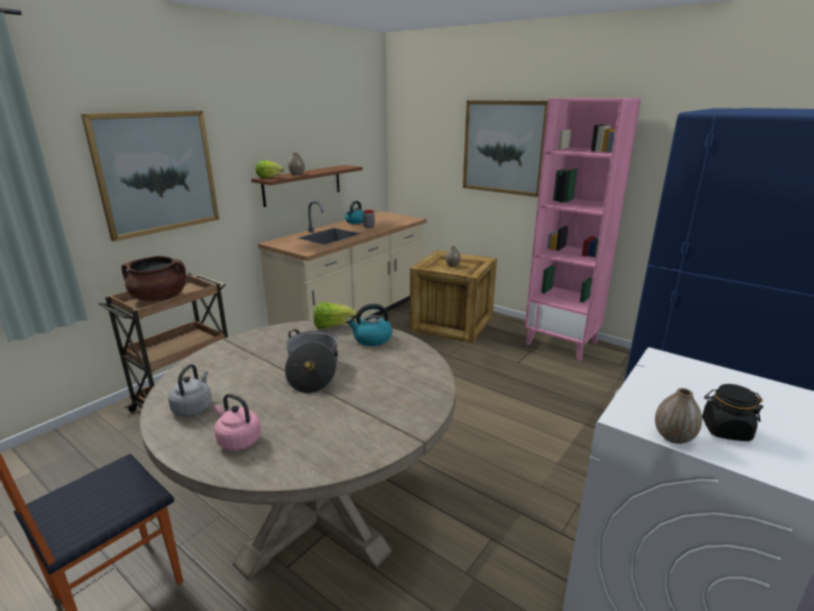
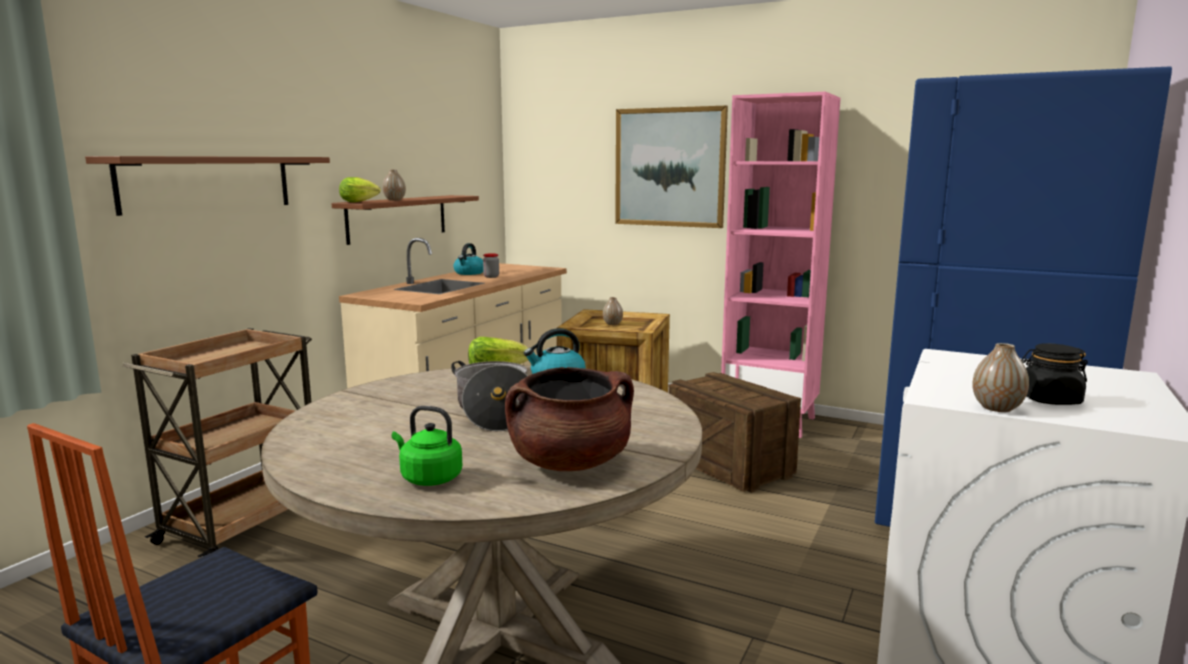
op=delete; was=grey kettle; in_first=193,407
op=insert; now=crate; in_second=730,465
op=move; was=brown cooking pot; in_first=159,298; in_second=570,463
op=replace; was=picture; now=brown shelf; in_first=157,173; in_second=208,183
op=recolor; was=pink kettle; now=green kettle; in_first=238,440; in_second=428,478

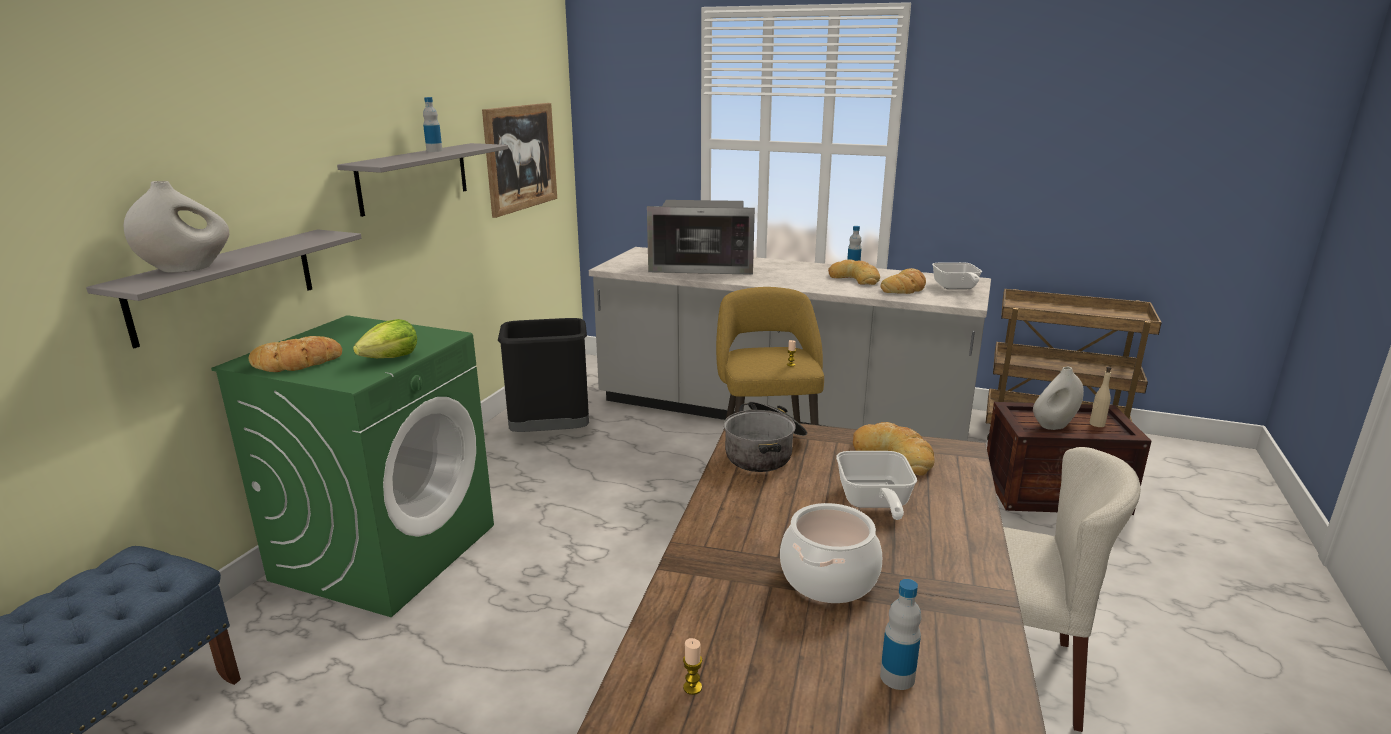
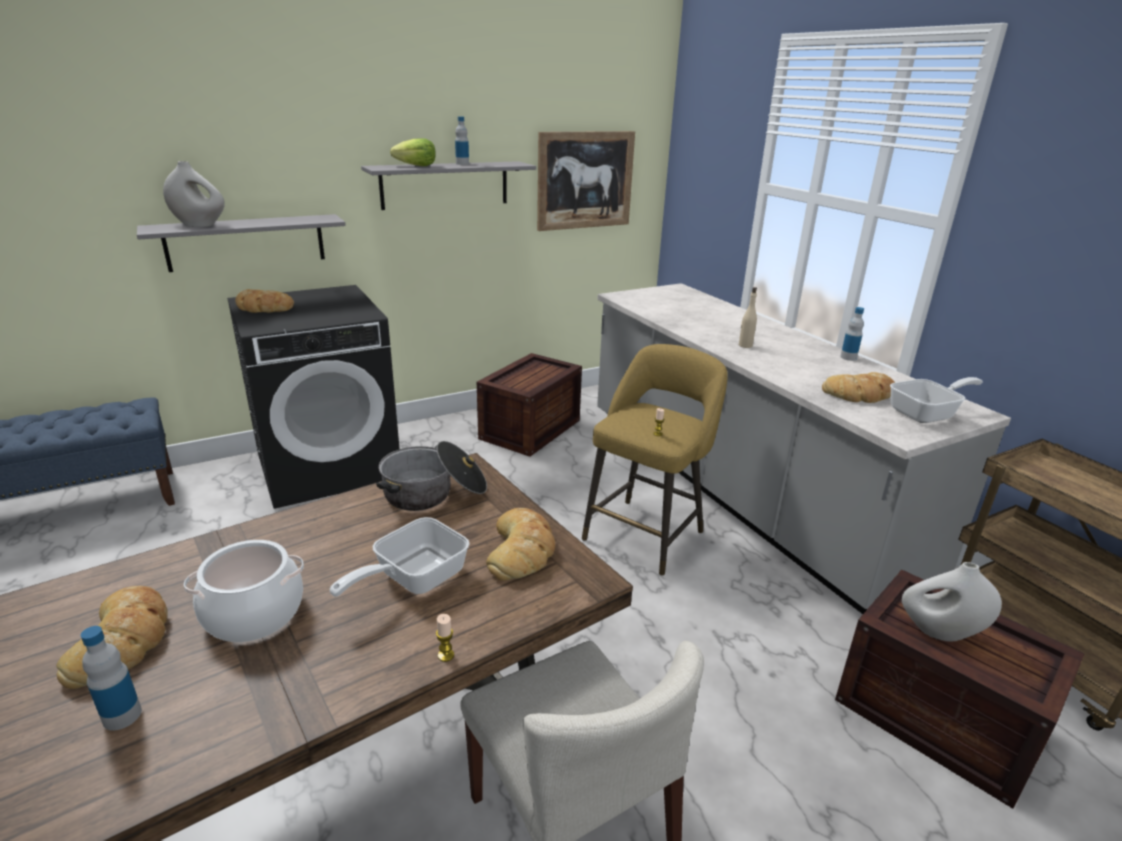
op=delete; was=microwave; in_first=702,266
op=move; was=lettuce; in_first=391,358; in_second=416,166
op=move; was=candle; in_first=692,687; in_second=446,655
op=move; was=bread; in_first=855,278; in_second=124,641
op=move; was=beige bottle; in_first=1096,424; in_second=745,345
op=replace; was=black trash can; now=crate; in_first=551,433; in_second=531,429
op=recolor; was=green washing machine; now=black washing machine; in_first=386,551; in_second=329,466
op=rotate; was=frying pan; in_first=955,288; in_second=927,414; clockwise=-150

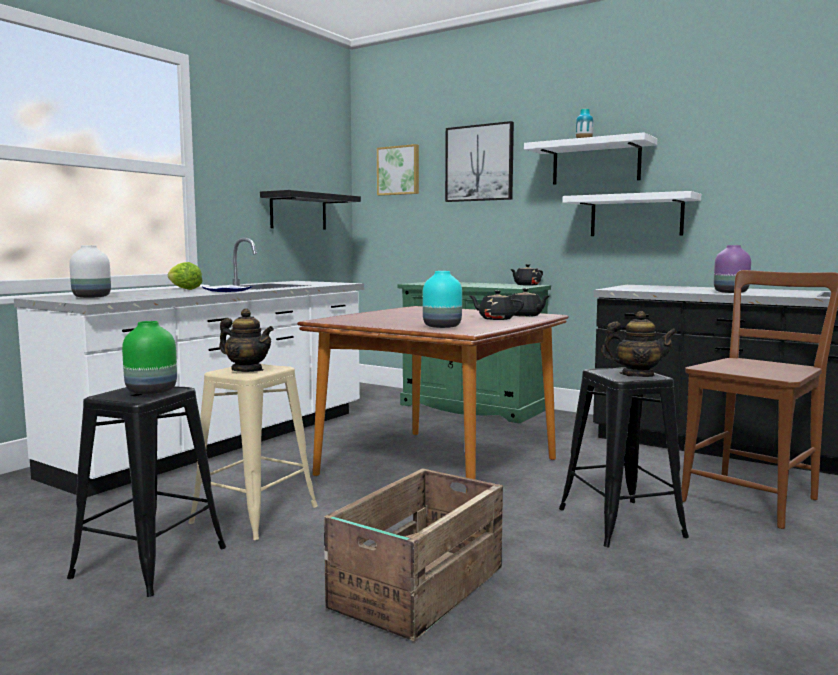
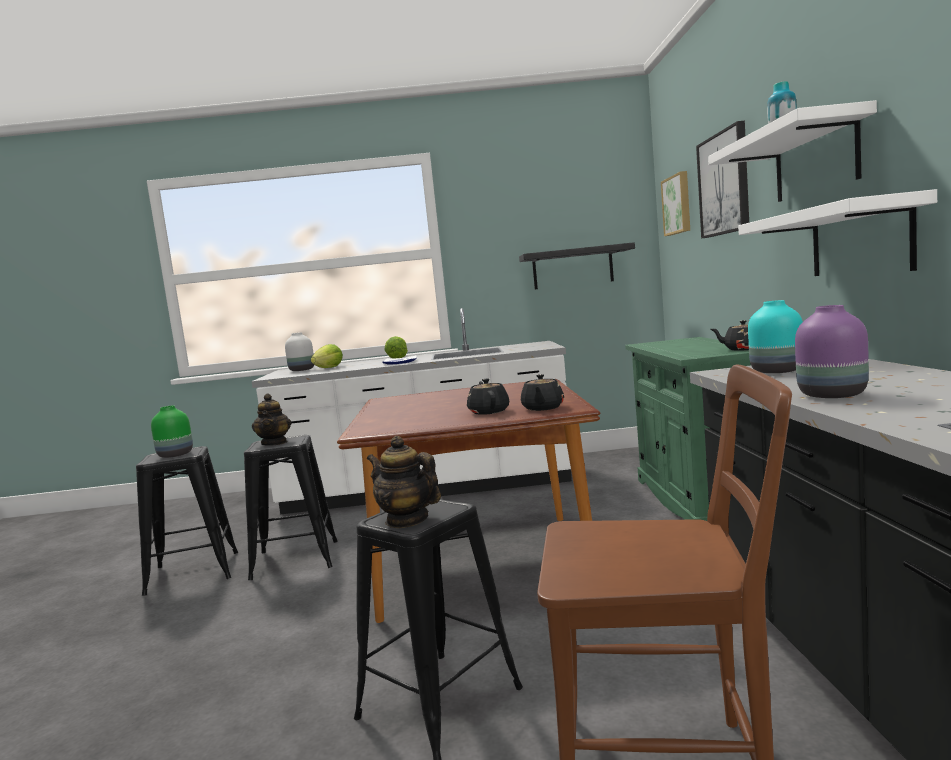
op=delete; was=crate; in_first=416,588
op=insert; now=lettuce; in_second=328,368
op=move; was=turquoise vase; in_first=442,327; in_second=778,371
op=recolor; was=beige stool; now=black stool; in_first=254,515; in_second=294,560
op=rotate; was=teapot; in_first=637,375; in_second=407,520; clockwise=150

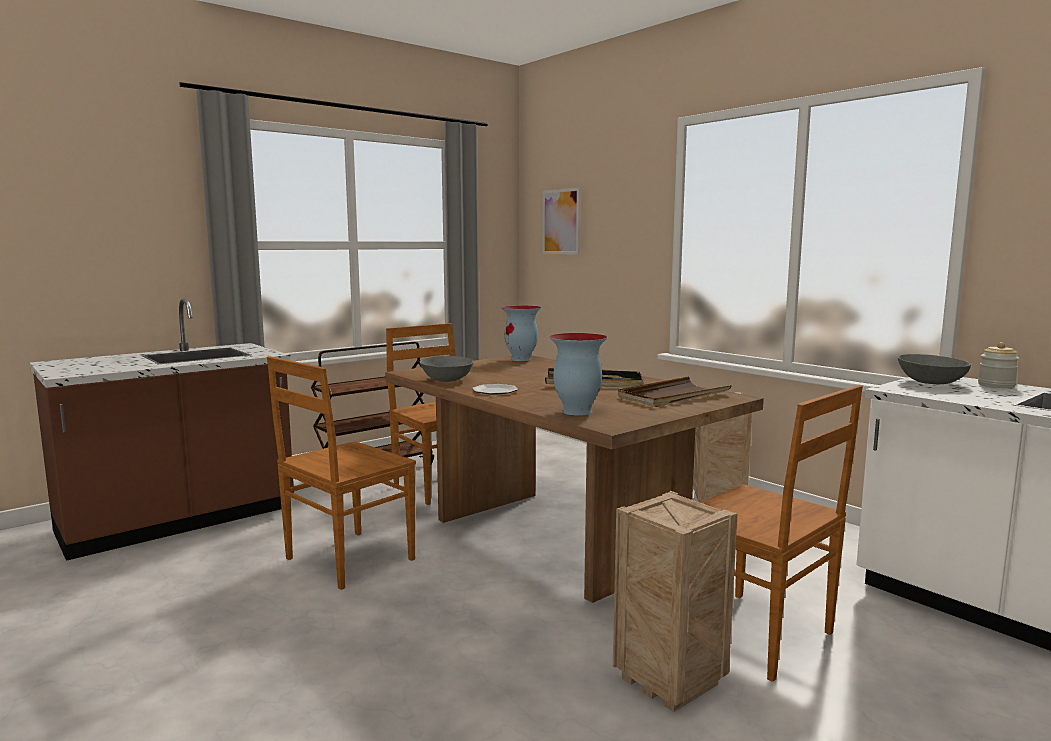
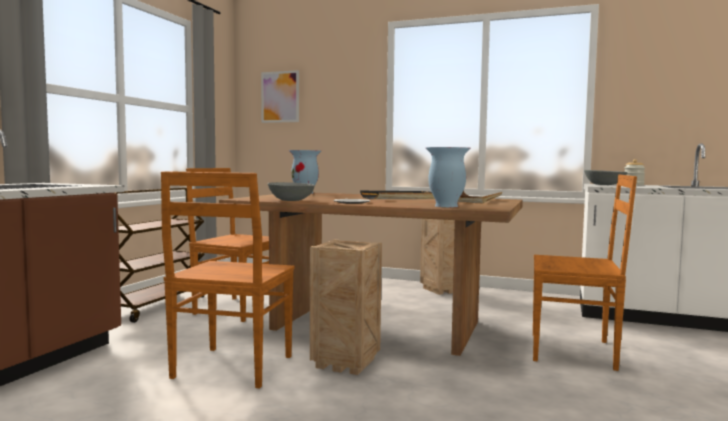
op=move; was=crate; in_first=672,682; in_second=347,363

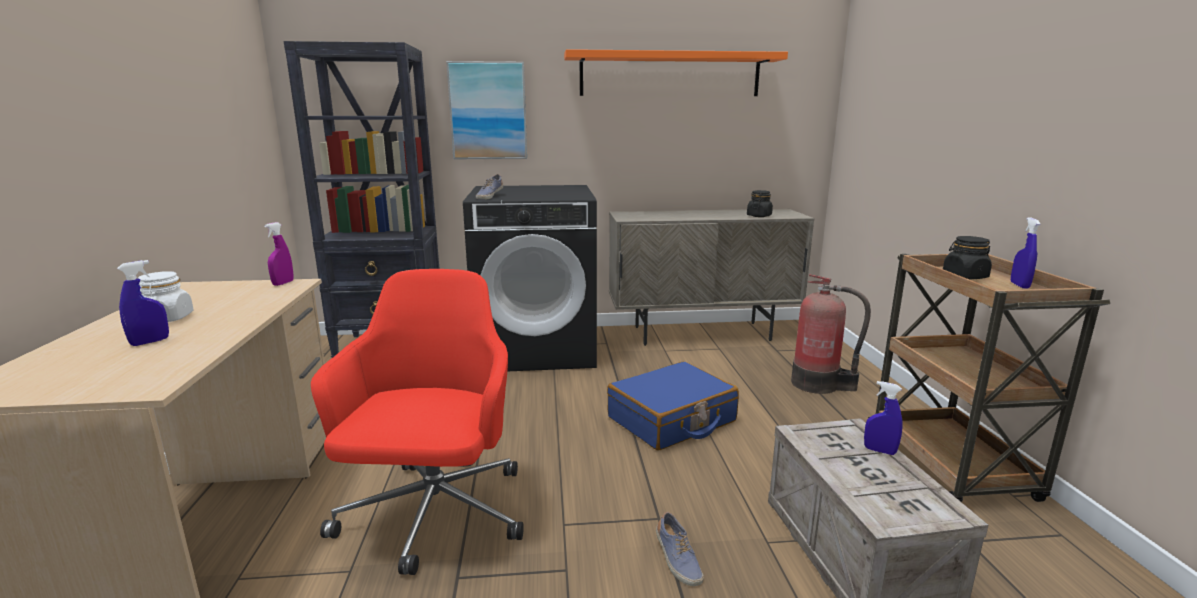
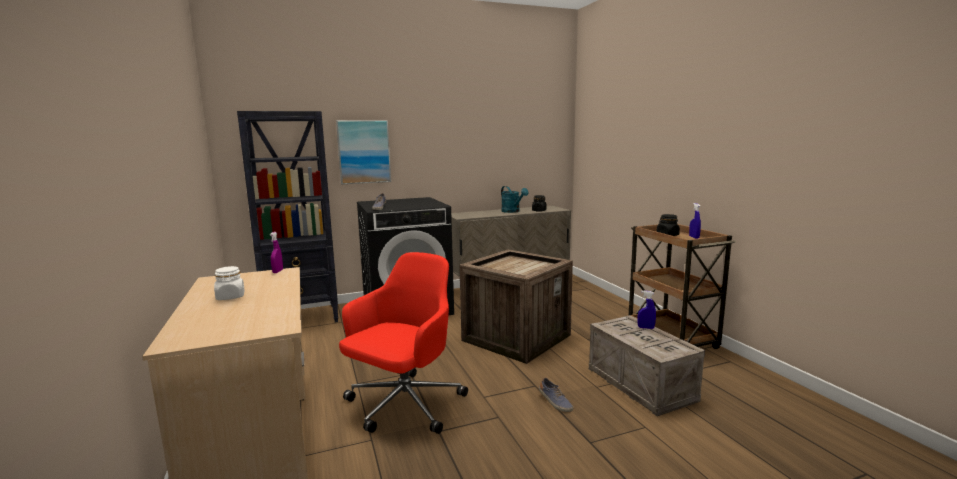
op=delete; was=blue spray bottle; in_first=150,342
op=delete; was=orange shelf; in_first=670,75
op=delete; was=fire extinguisher; in_first=818,384
op=insert; now=turquoise watering can; in_second=512,211
op=replace; was=blue suitcase; now=crate; in_first=672,420; in_second=516,337
op=rotate; was=red office chair; in_first=434,516; in_second=404,405; clockwise=45

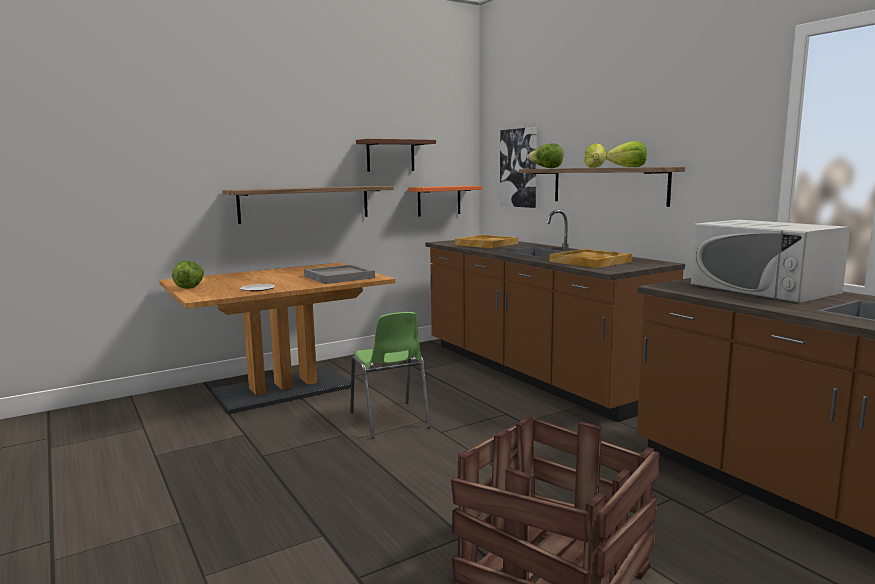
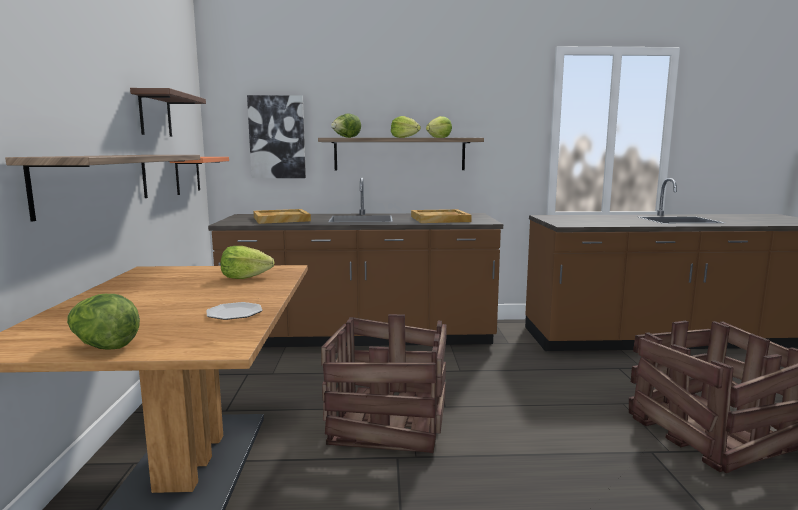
op=delete; was=white microwave; in_first=763,288
op=replace; was=grey tray; now=lettuce; in_first=339,277; in_second=245,277
op=replace; was=green chair; now=crate; in_first=389,420; in_second=388,422

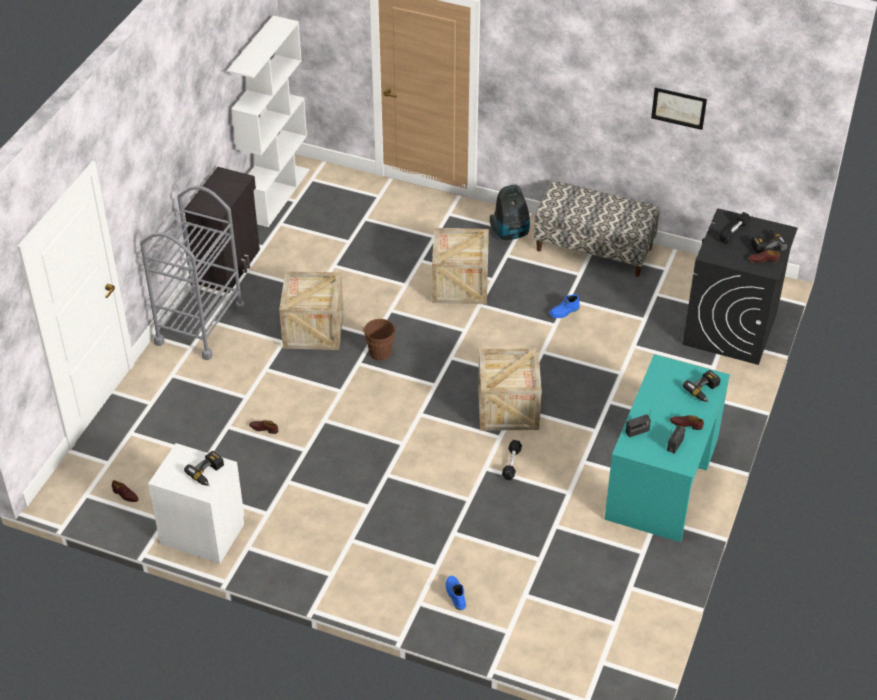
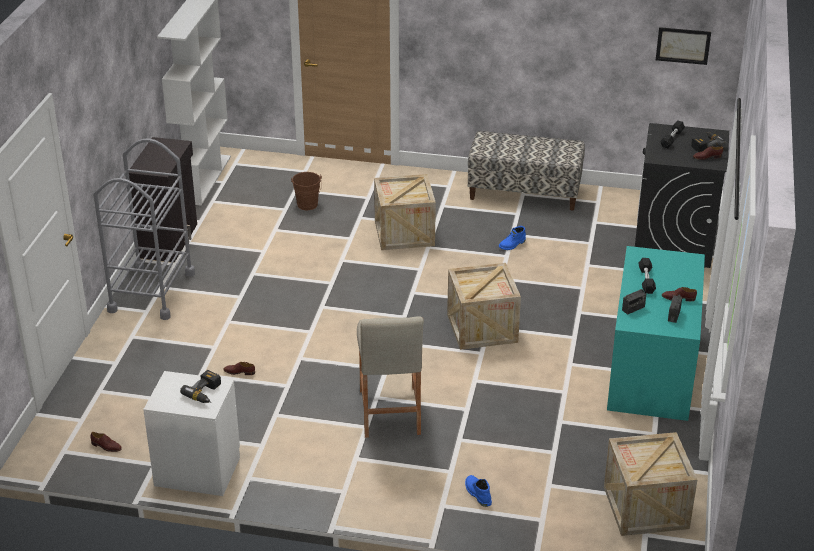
op=delete; was=vacuum cleaner; in_first=511,233
op=delete; was=power drill; in_first=704,391
op=insert; now=beige stool; in_second=390,412
op=move; was=crate; in_first=313,329; in_second=646,507
op=move; was=brown bucket; in_first=380,354; in_second=307,206
op=move; was=black dumbbell; in_first=511,463; in_second=646,280
op=move; was=picture; in_first=678,108; in_second=683,45

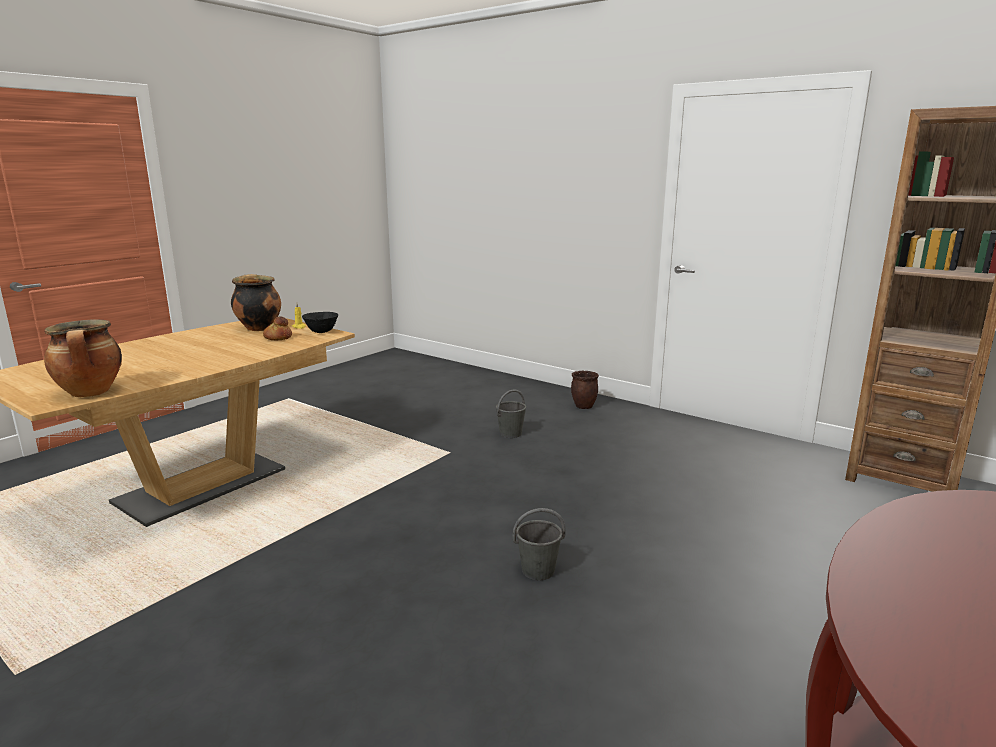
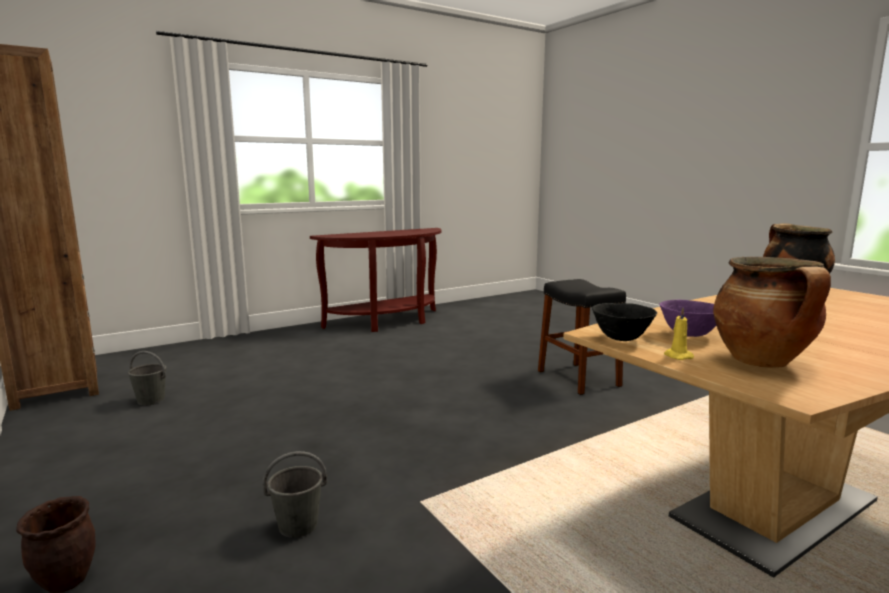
op=insert; now=black stool; in_second=578,378
op=move; was=grey bucket; in_first=539,570; in_second=150,400
op=replace; was=bread; now=purple bowl; in_first=277,338; in_second=688,334

